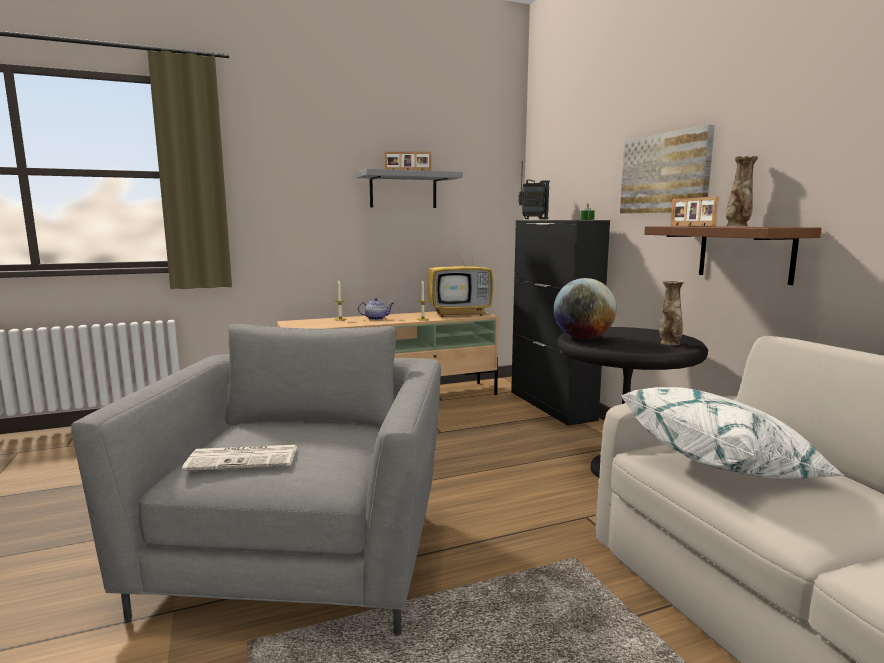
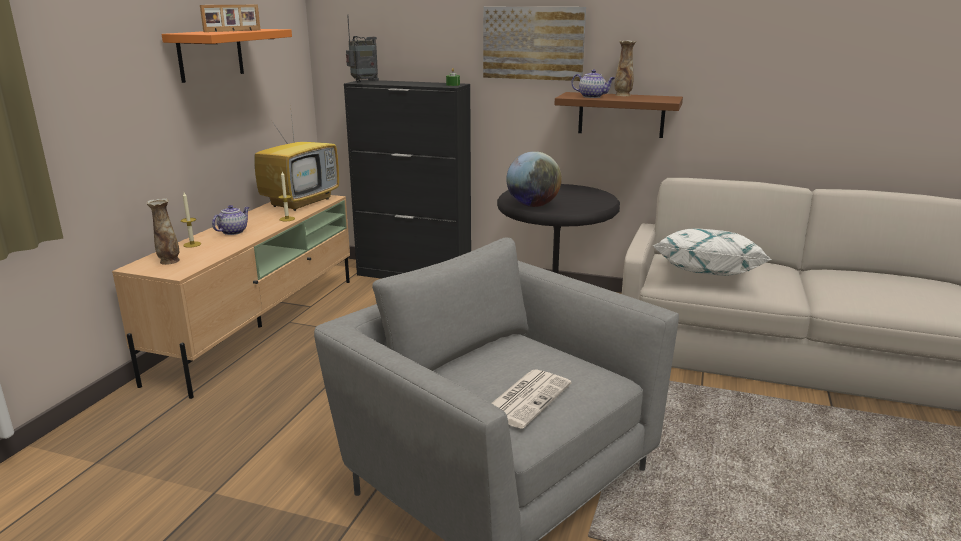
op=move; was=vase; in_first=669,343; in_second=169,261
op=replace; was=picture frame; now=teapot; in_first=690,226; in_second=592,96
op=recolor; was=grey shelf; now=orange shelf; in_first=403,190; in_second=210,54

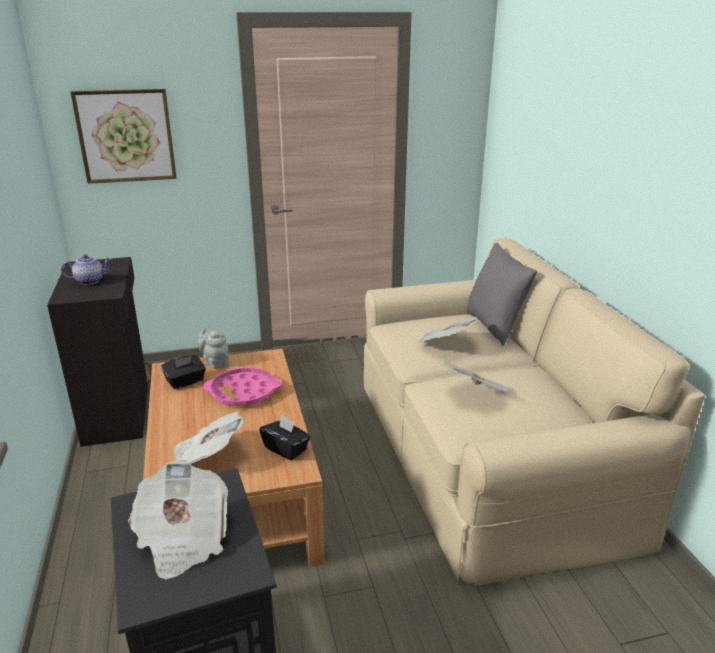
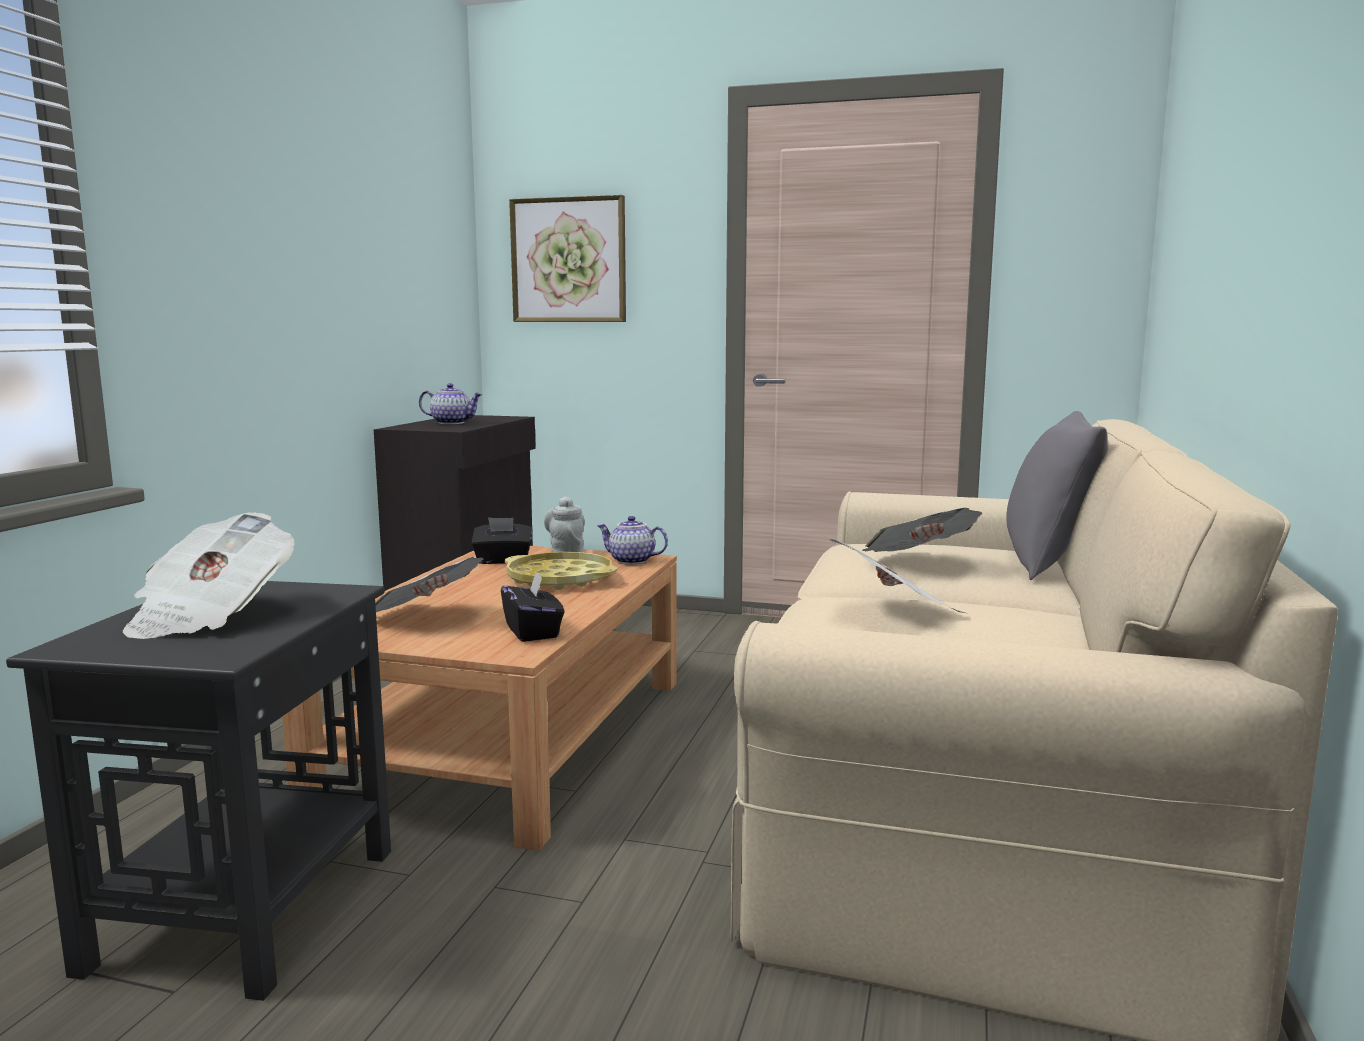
op=insert; now=teapot; in_second=631,561
op=recolor; was=pink tray; now=yellow tray; in_first=243,392; in_second=560,579

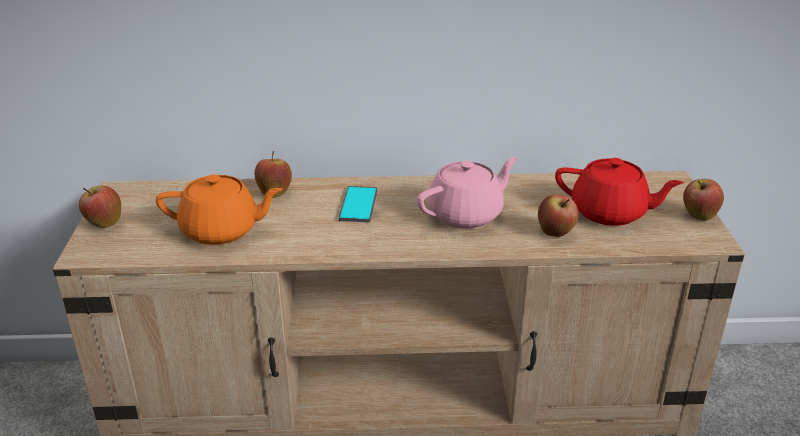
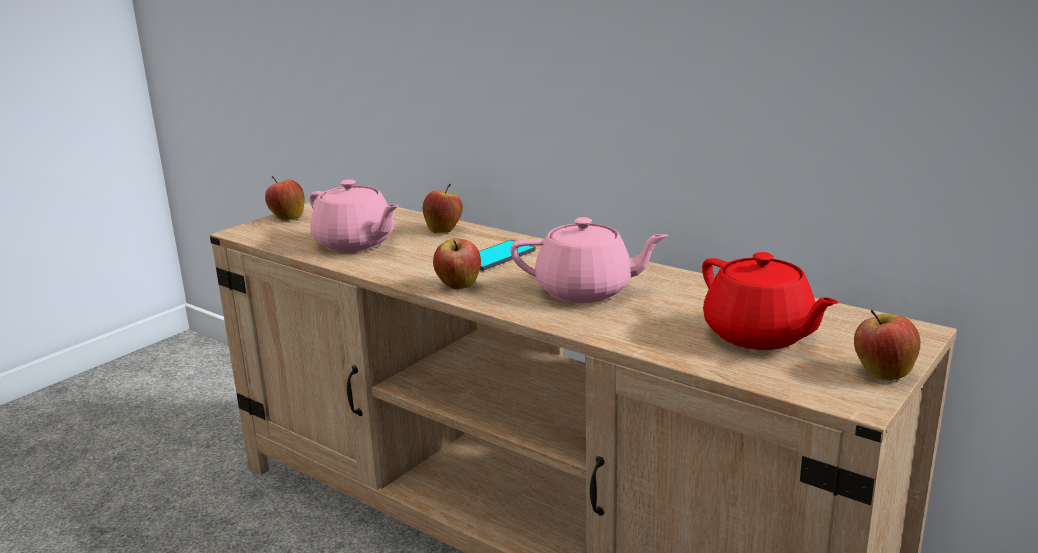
op=move; was=apple; in_first=555,233; in_second=458,287
op=recolor; was=orange teapot; now=pink teapot; in_first=222,231; in_second=355,243

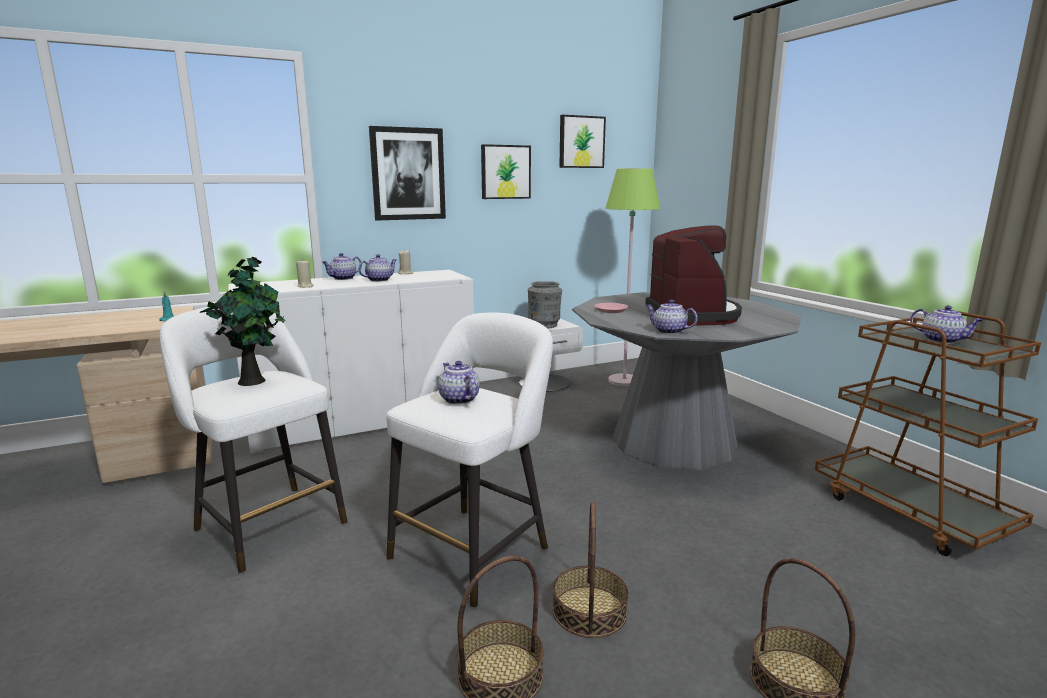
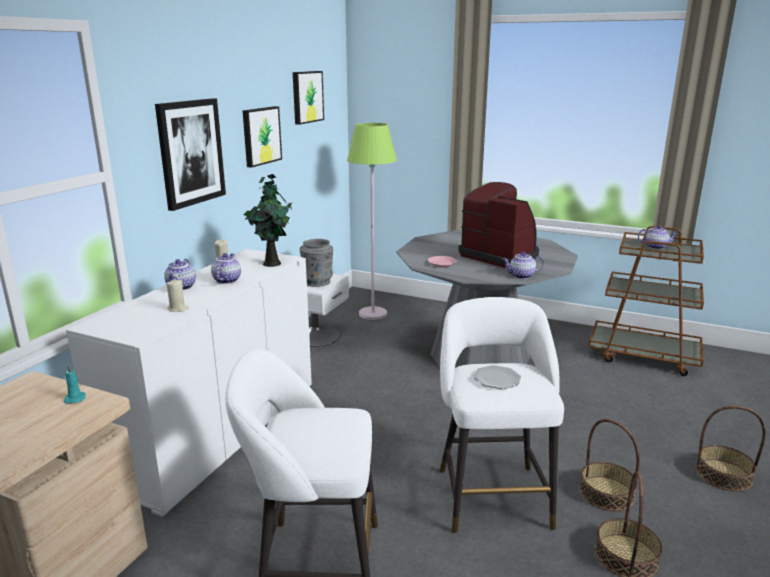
op=move; was=potted plant; in_first=254,380; in_second=272,263
op=replace; was=teapot; now=plate; in_first=458,399; in_second=496,379

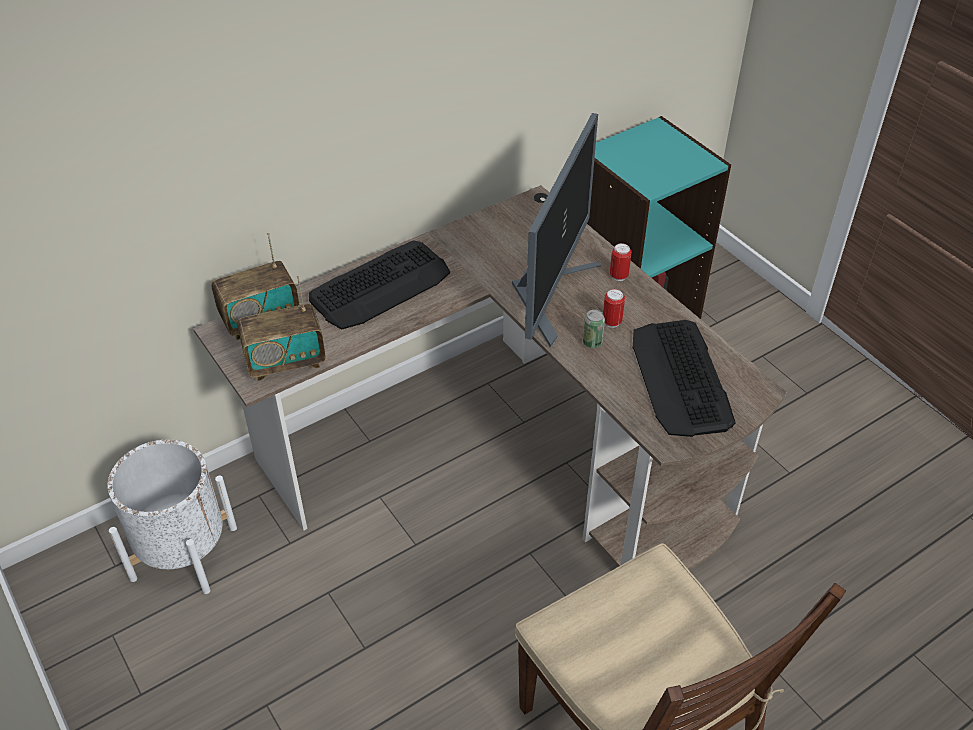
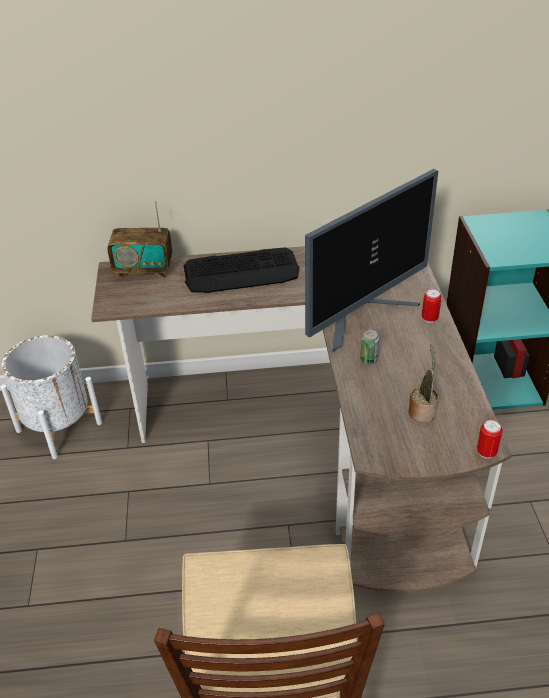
op=delete; was=radio; in_first=285,362
op=move; was=can; in_first=611,322; in_second=486,452
op=replace; was=keyboard; now=potted plant; in_first=680,378; in_second=422,411

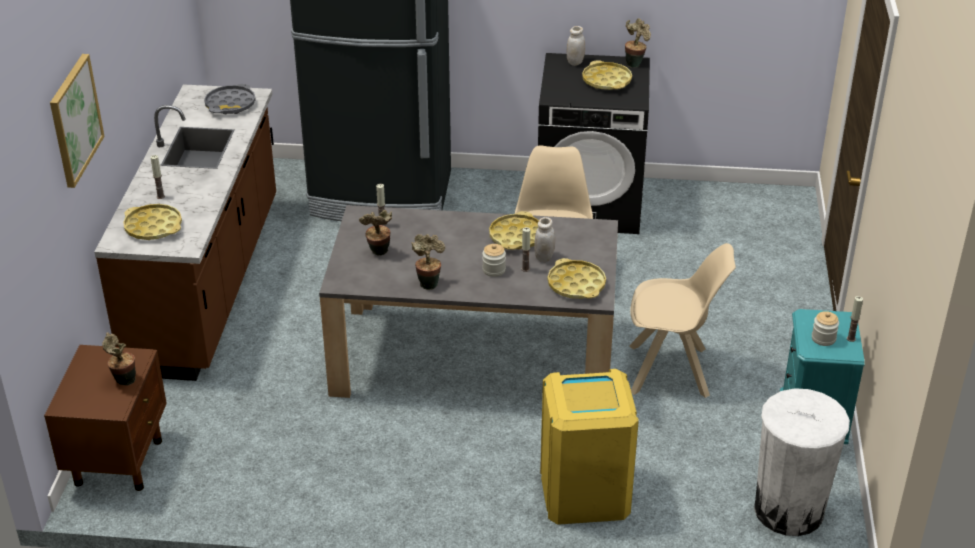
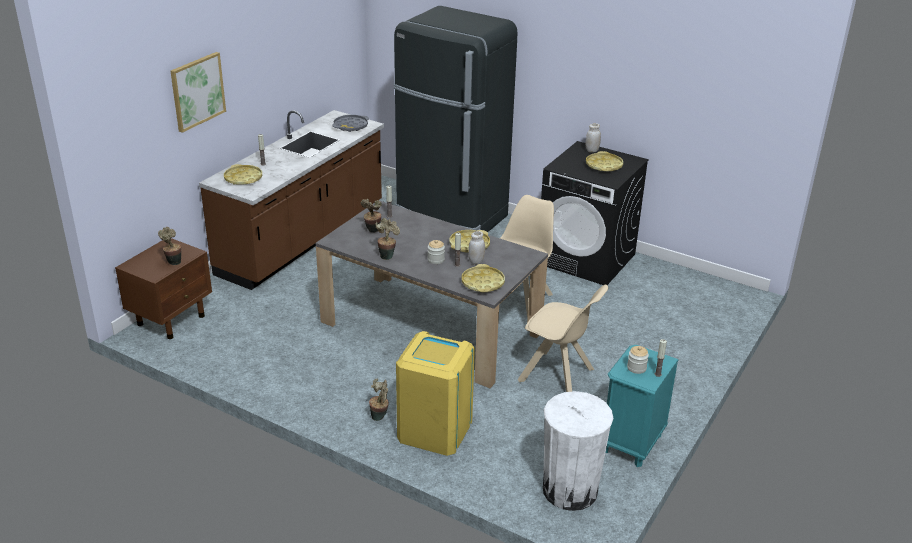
op=move; was=potted plant; in_first=635,63; in_second=380,416

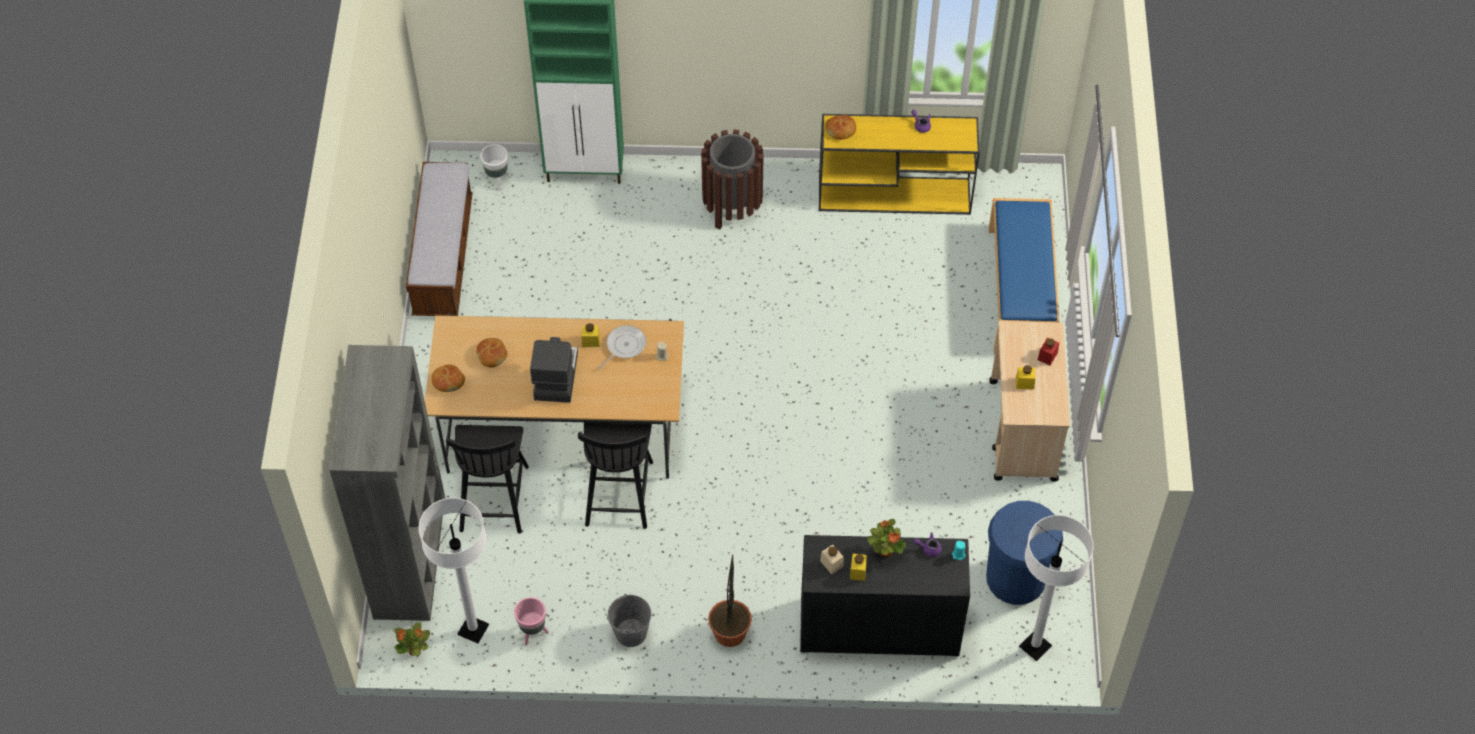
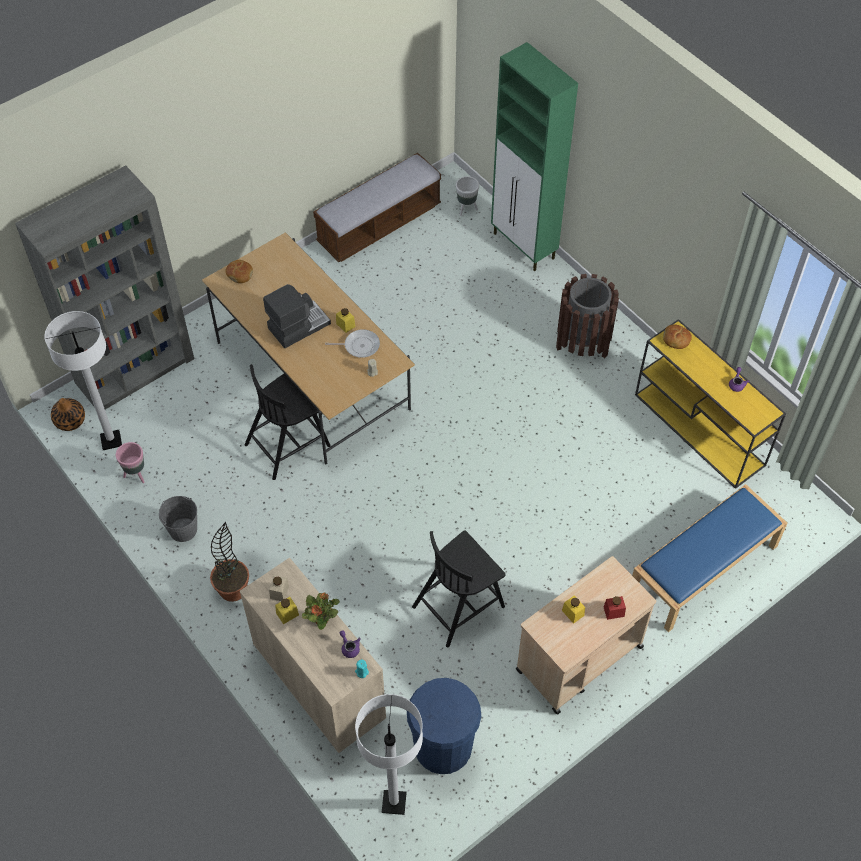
op=delete; was=bread; in_first=492,355
op=move; was=black chair; in_first=494,496; in_second=459,605
op=replace; was=potted plant; now=vase; in_first=415,650; in_second=70,421
op=recolor; was=black cabinet; now=beige cabinet; in_first=879,627; in_second=319,681

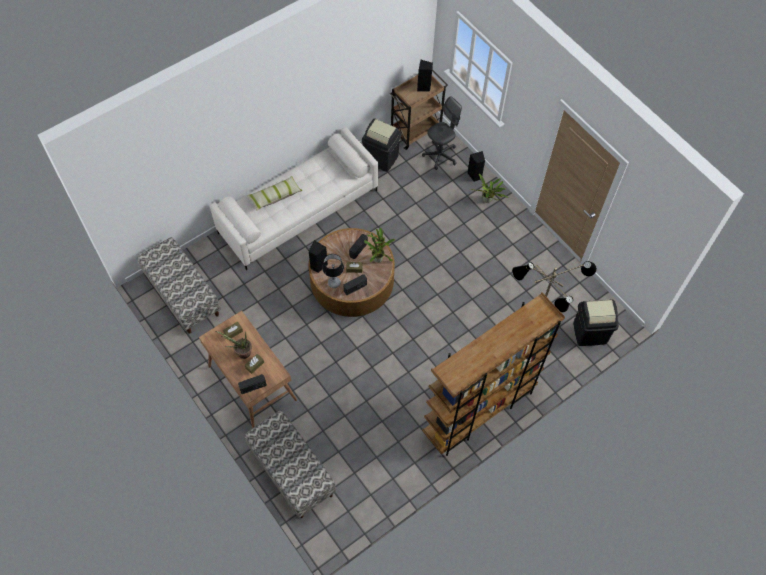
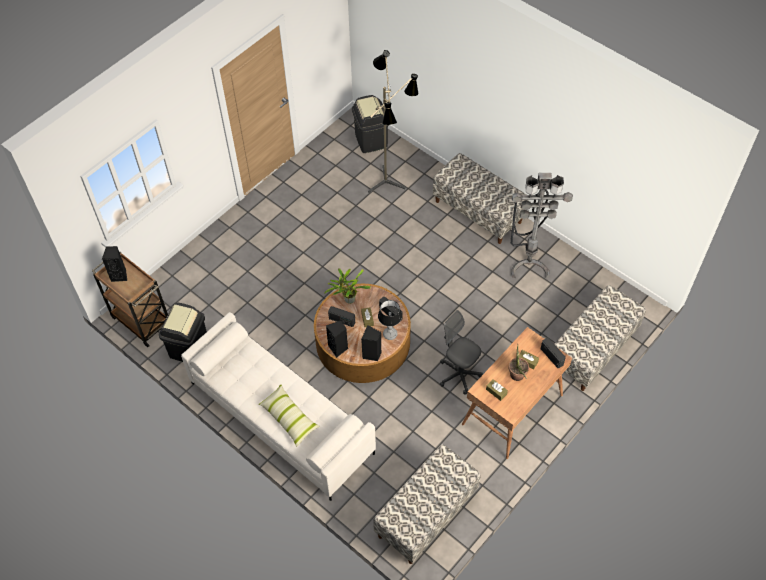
op=delete; was=potted plant; in_first=487,200
op=insert; now=grey floor lamp; in_second=529,264
op=move; was=grey office chair; in_first=440,156; in_second=459,374
op=move; was=black speaker; in_first=475,175; in_second=338,348
op=replace; was=brown bookcase; now=bench; in_first=479,412; in_second=478,211

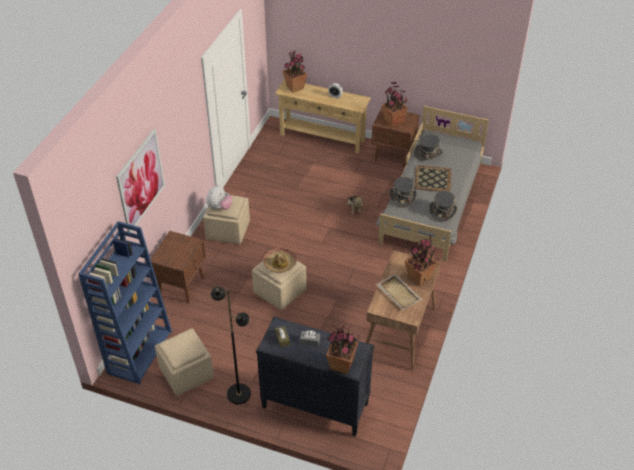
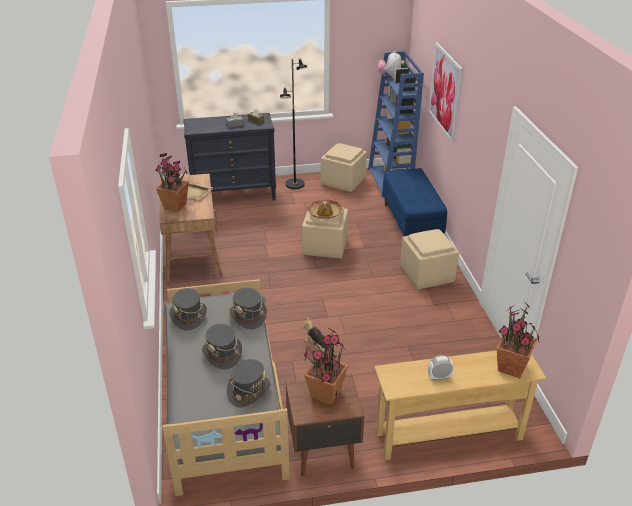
op=delete; was=potted plant; in_first=342,364
op=move; was=plush toy; in_first=219,207; in_second=389,76
op=replace; was=brown nightstand; now=blue bench; in_first=182,285; in_second=411,223
op=replace; was=tray; now=grey hat; in_first=432,179; in_second=222,354

